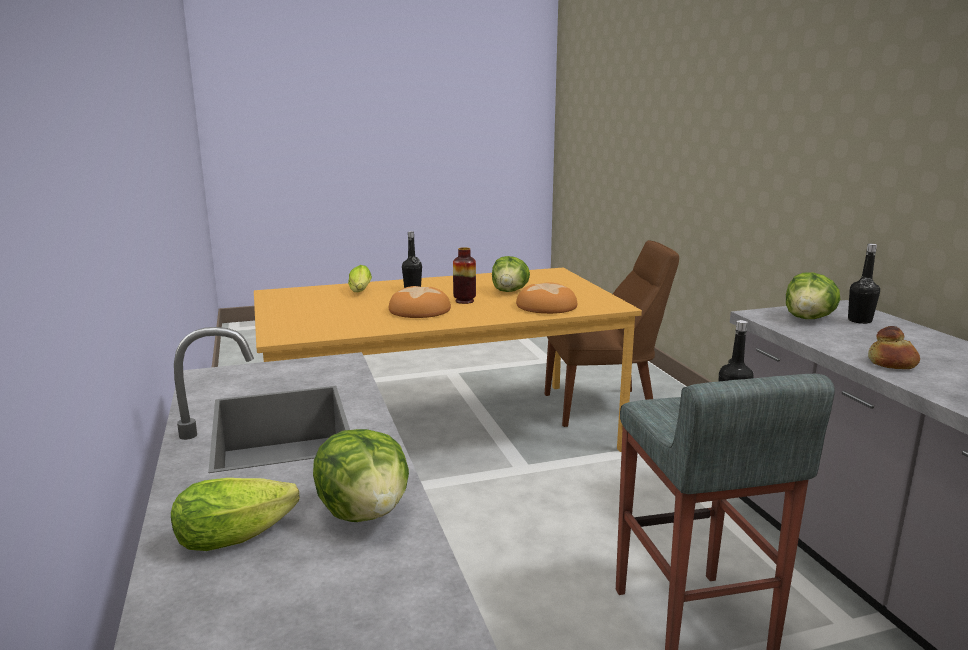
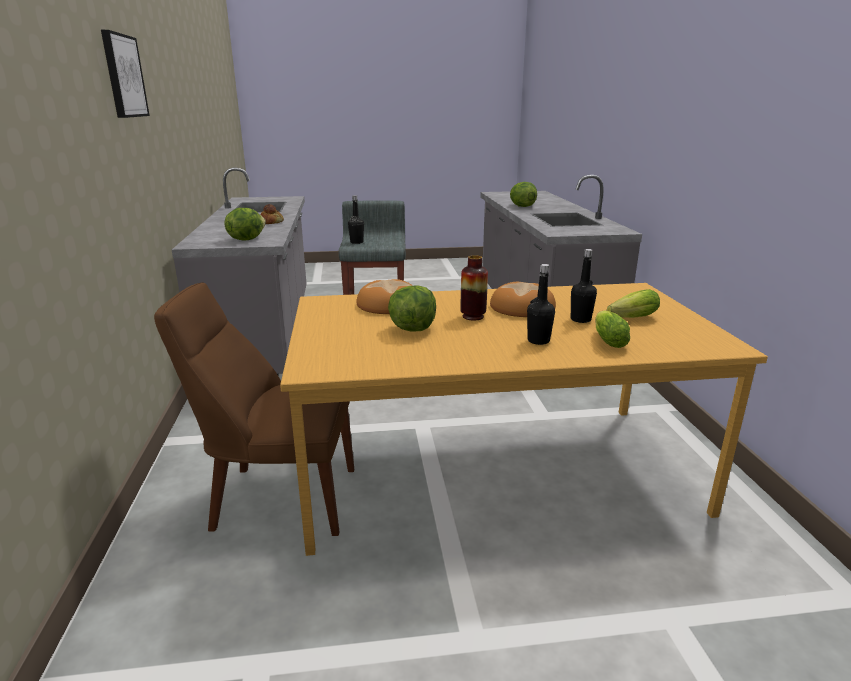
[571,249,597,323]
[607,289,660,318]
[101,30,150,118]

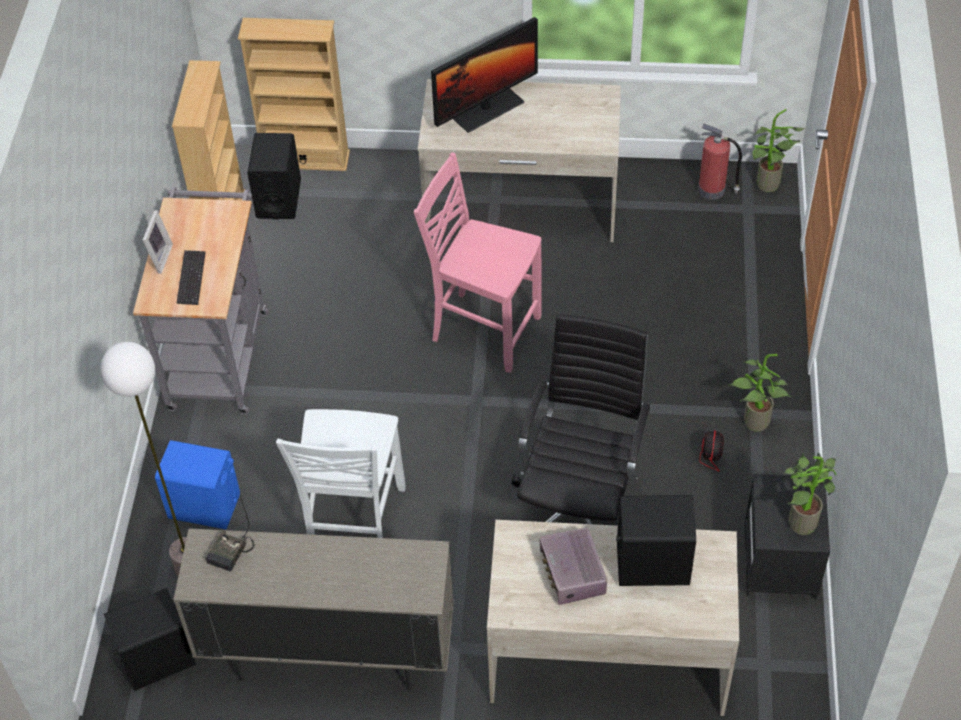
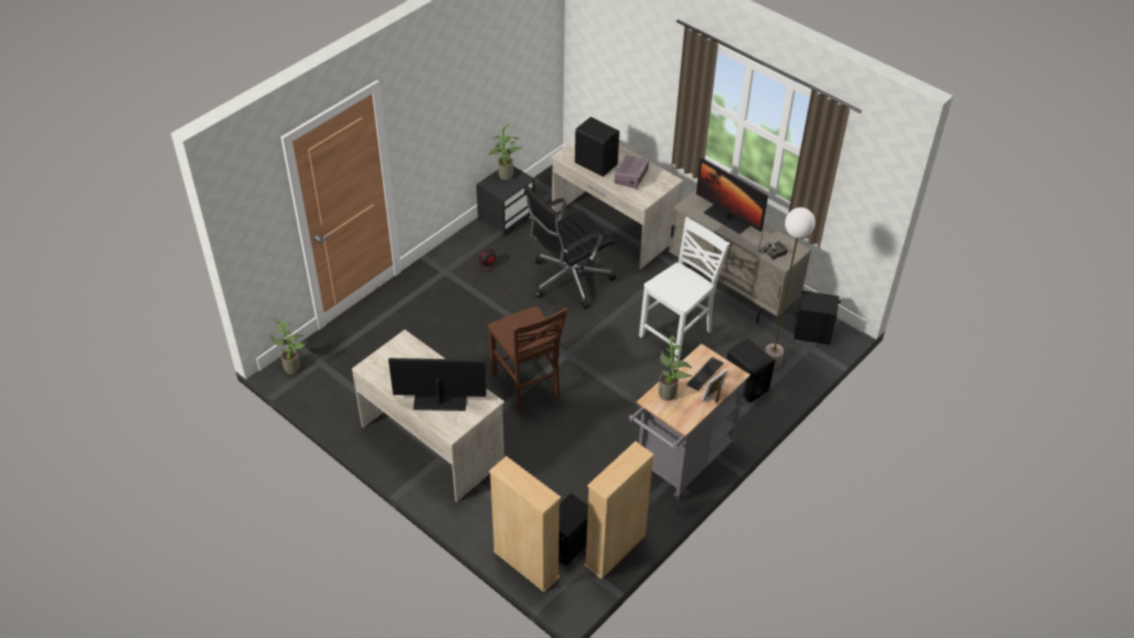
[698,124,742,200] (first image)
[488,306,568,413]
[658,334,692,401]
[727,338,775,403]
[696,158,768,234]

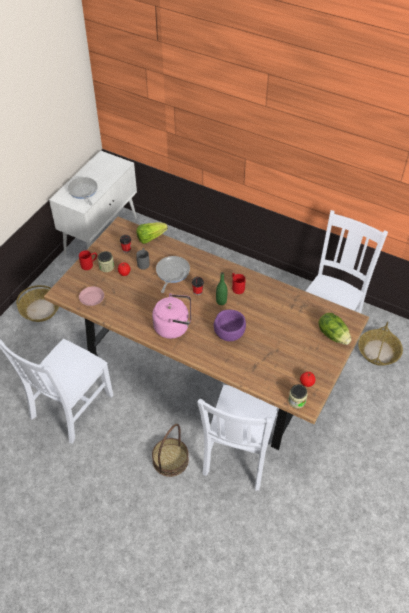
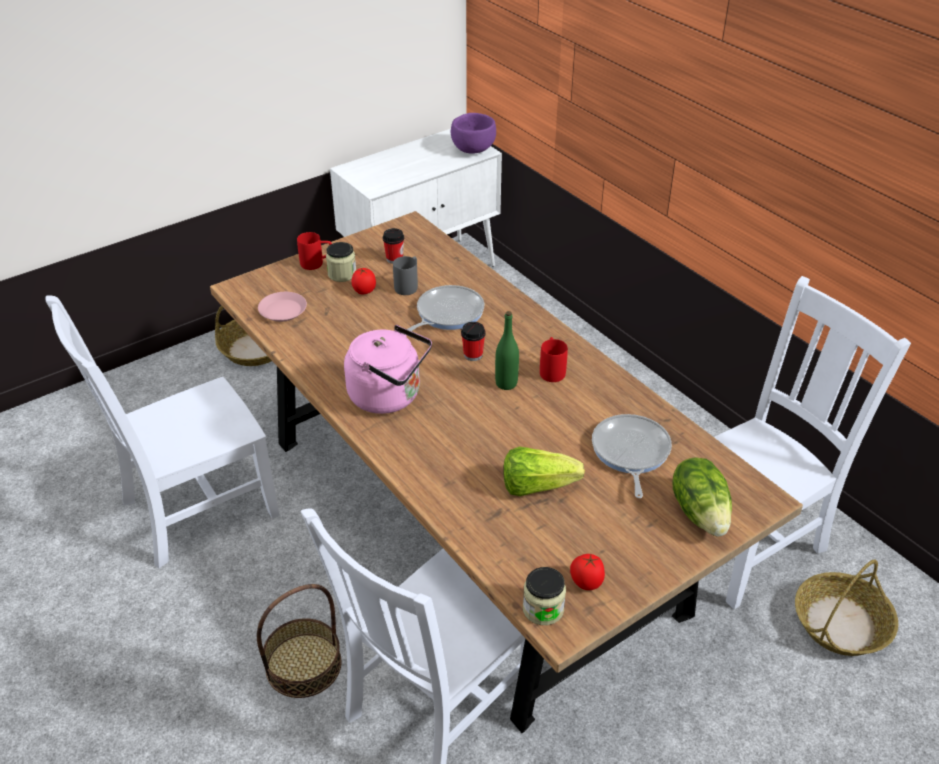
[592,414,672,498]
[503,446,585,496]
[451,113,496,154]

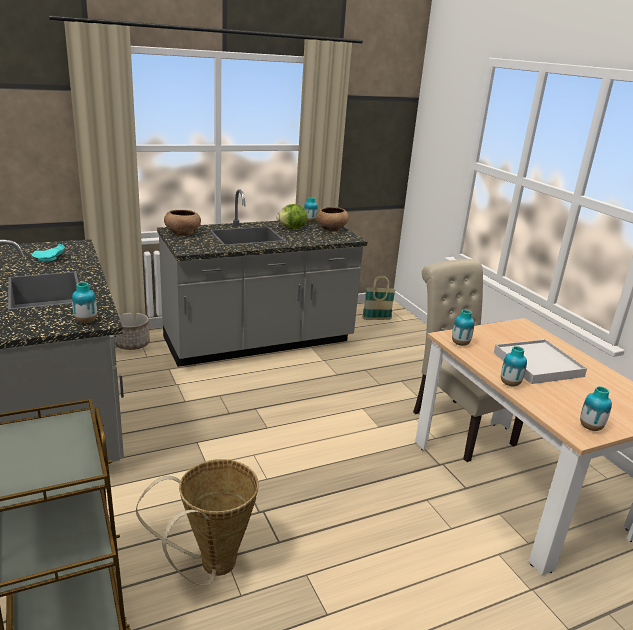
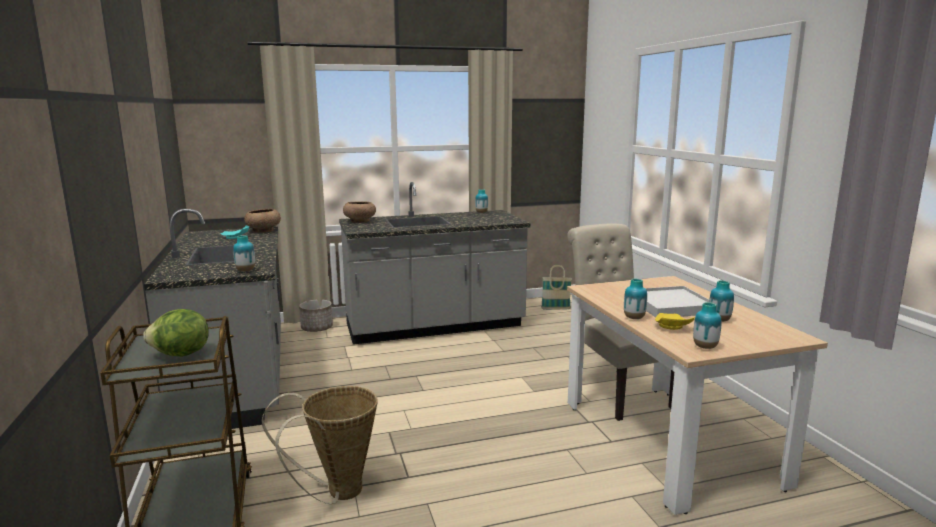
[143,309,209,357]
[244,209,281,233]
[709,280,734,322]
[655,313,695,330]

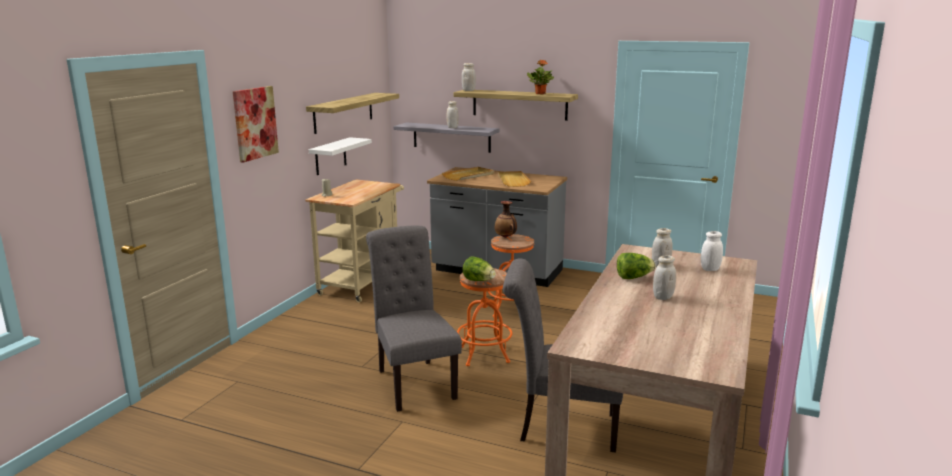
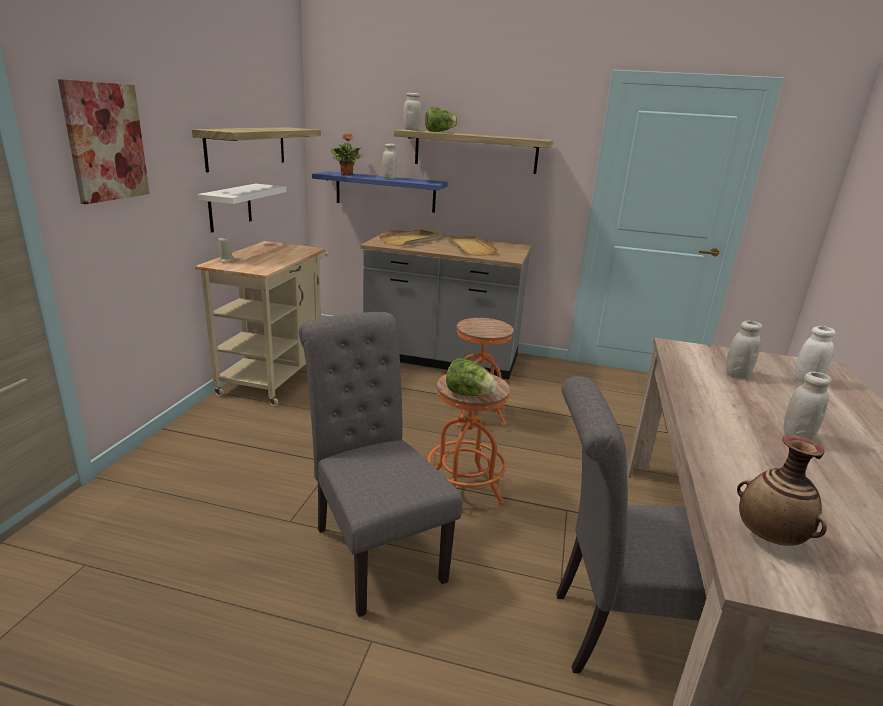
[331,133,363,175]
[312,171,448,213]
[737,435,827,546]
[425,107,457,132]

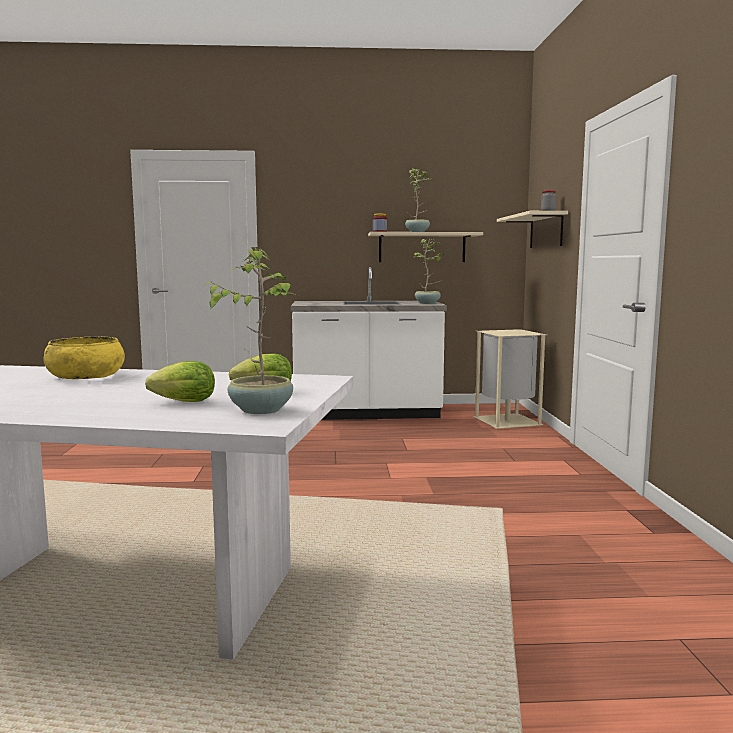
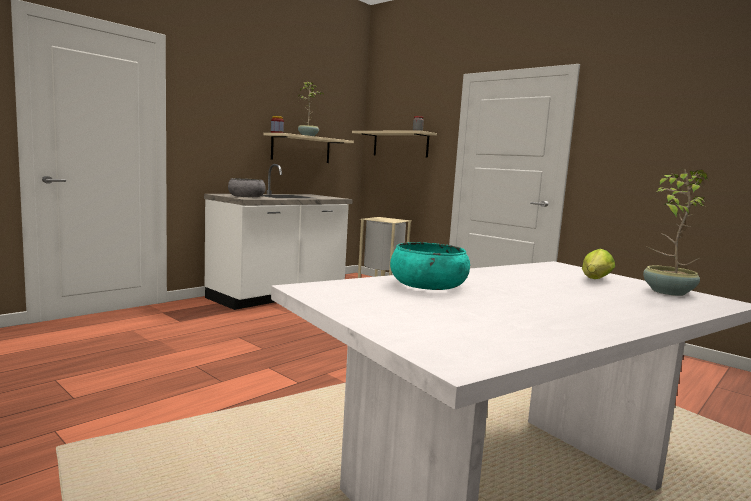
[413,239,443,304] (first image)
[390,242,470,290]
[145,361,215,402] (first image)
[228,178,266,197]

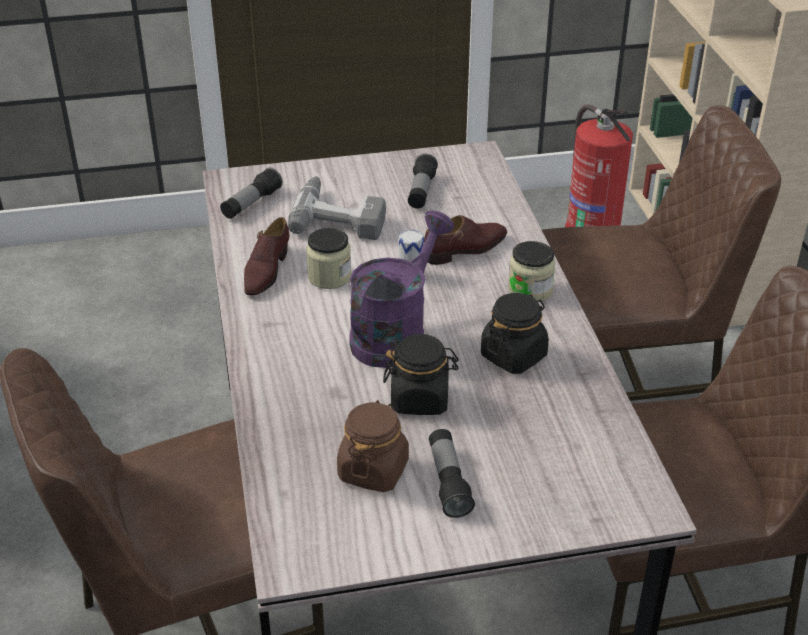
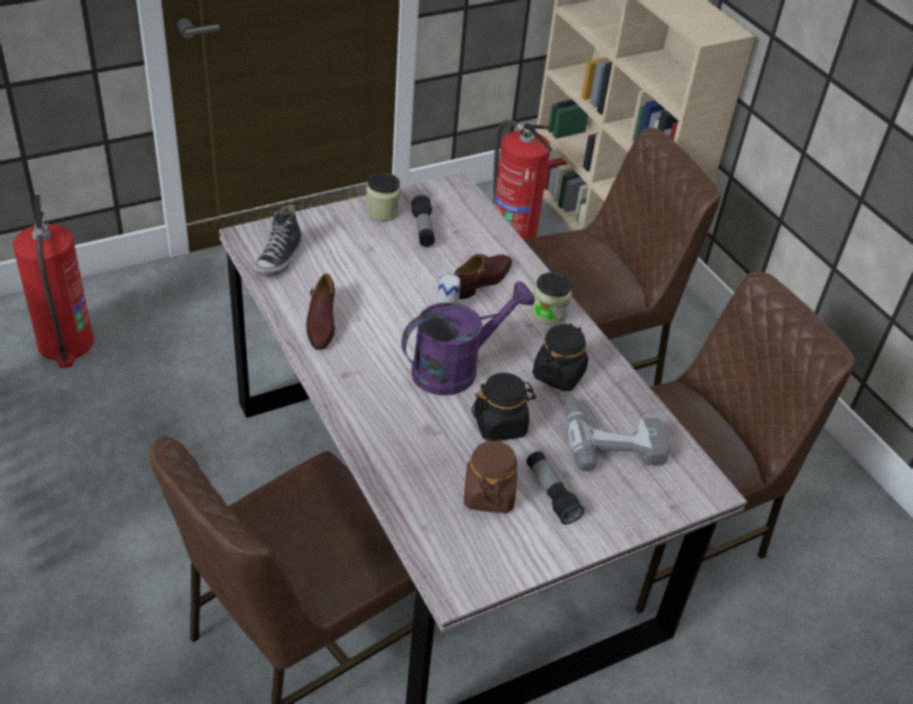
[254,204,302,277]
[565,395,669,472]
[401,281,535,395]
[366,173,401,221]
[13,195,94,368]

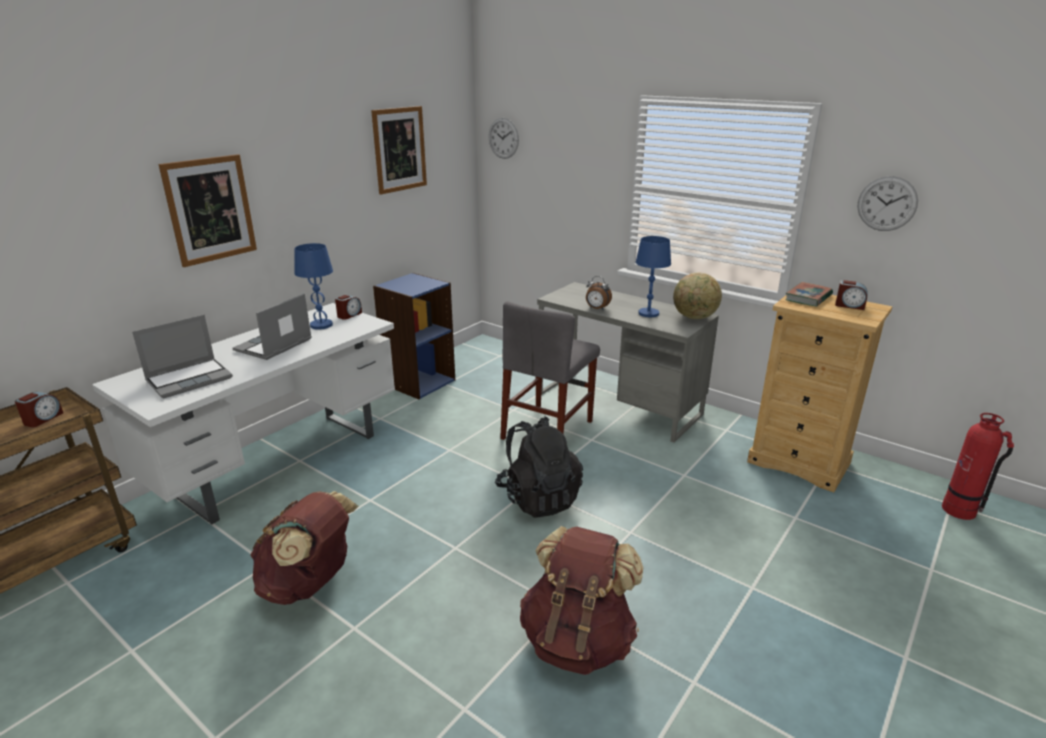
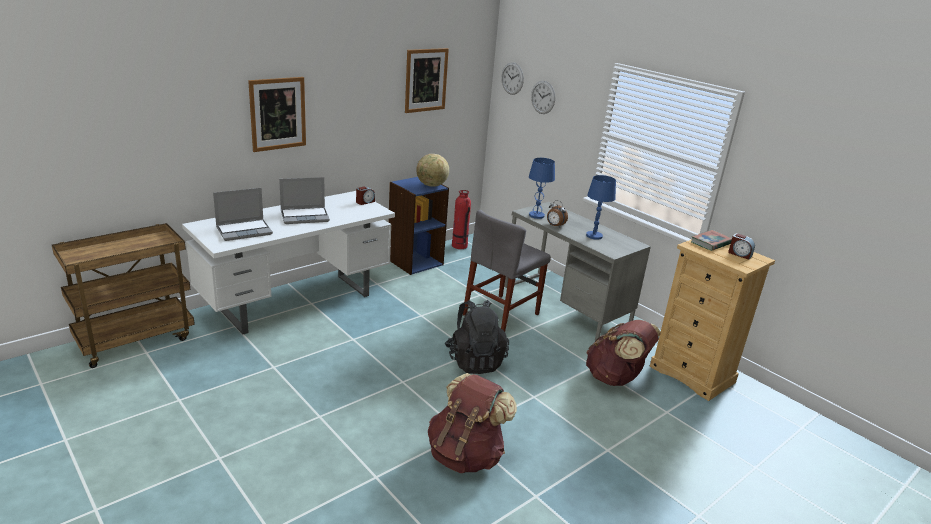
[531,81,555,114]
[529,158,555,219]
[416,154,449,187]
[279,177,330,224]
[15,392,63,427] (first image)
[452,190,471,249]
[586,320,661,386]

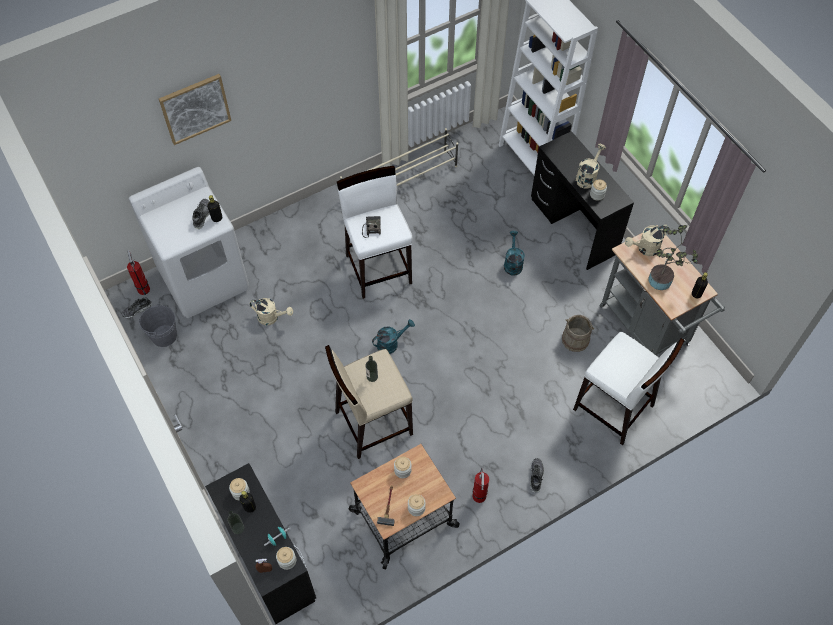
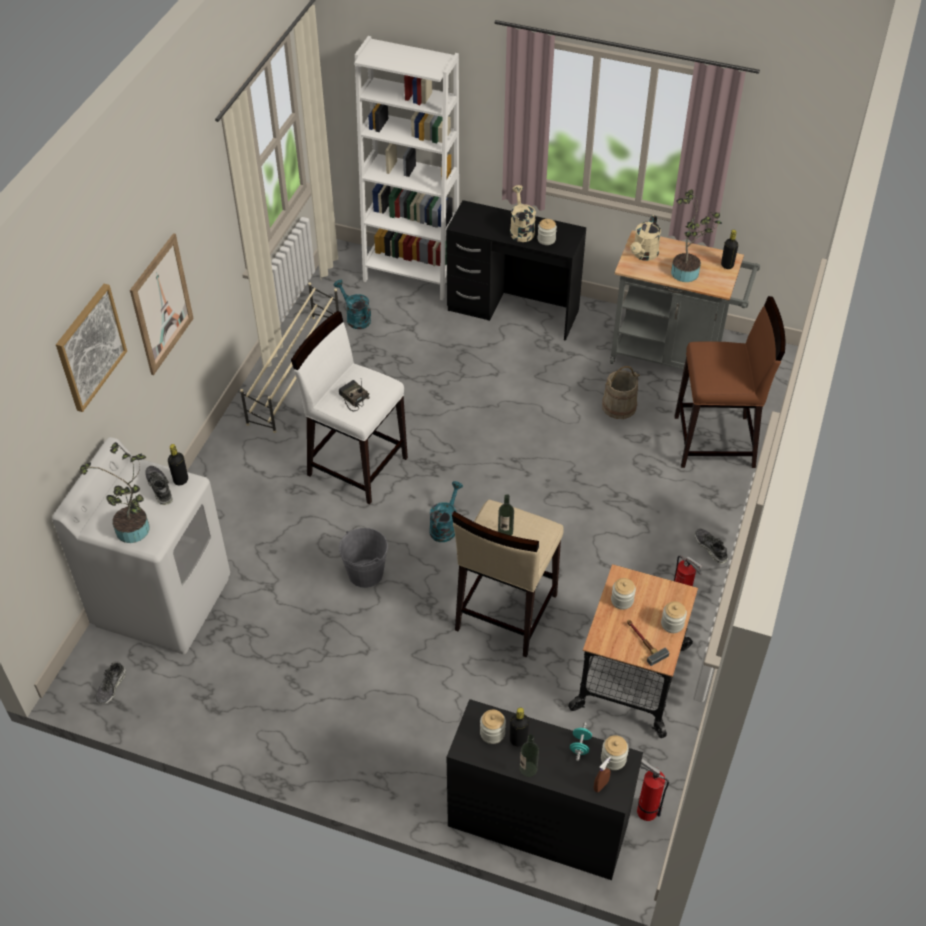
[334,280,371,329]
[637,759,669,821]
[250,298,293,325] (first image)
[339,528,388,588]
[674,296,786,468]
[130,233,194,375]
[80,442,150,543]

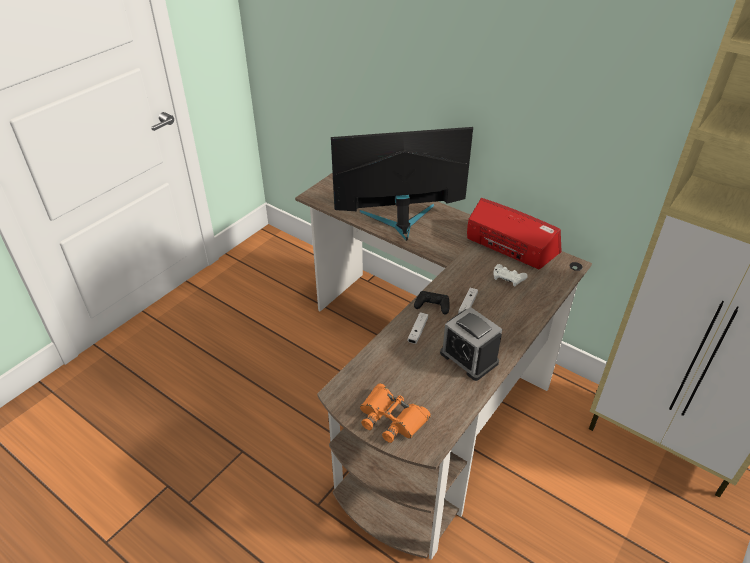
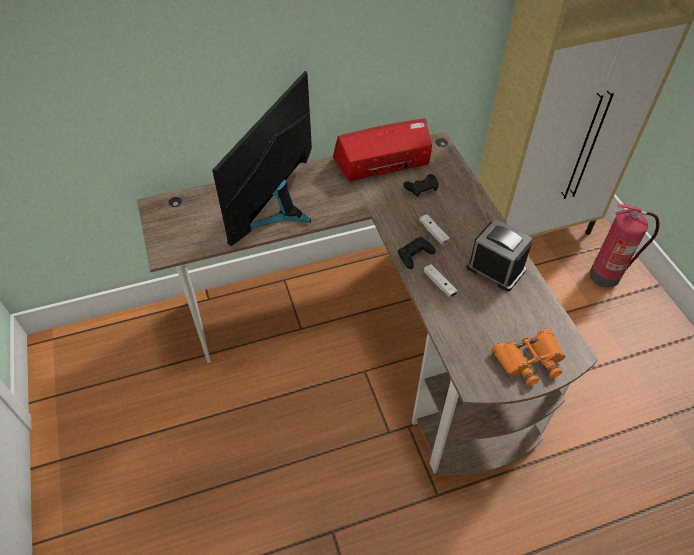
[403,174,439,197]
[467,219,533,291]
[590,204,659,288]

